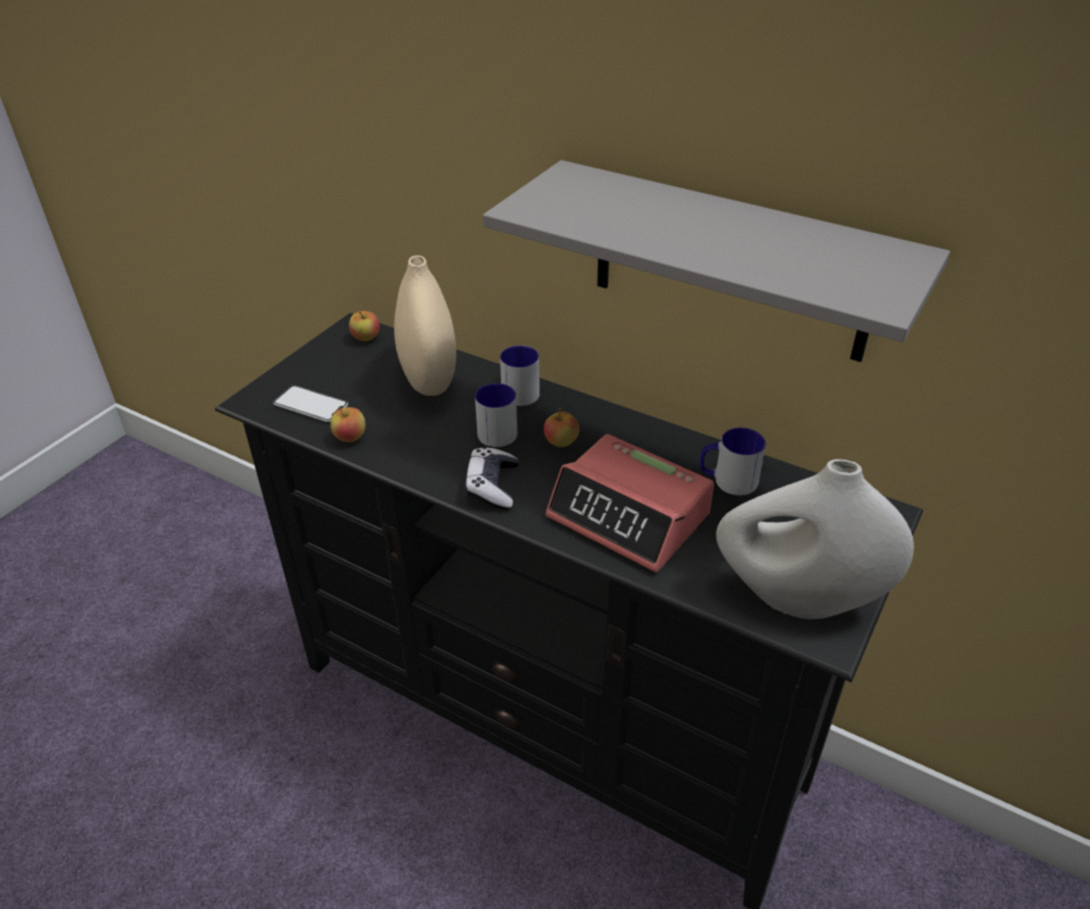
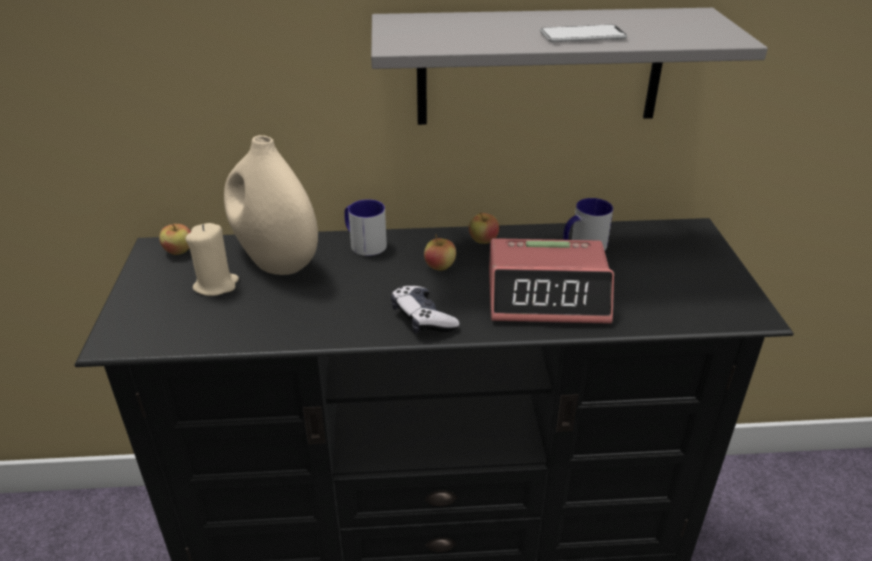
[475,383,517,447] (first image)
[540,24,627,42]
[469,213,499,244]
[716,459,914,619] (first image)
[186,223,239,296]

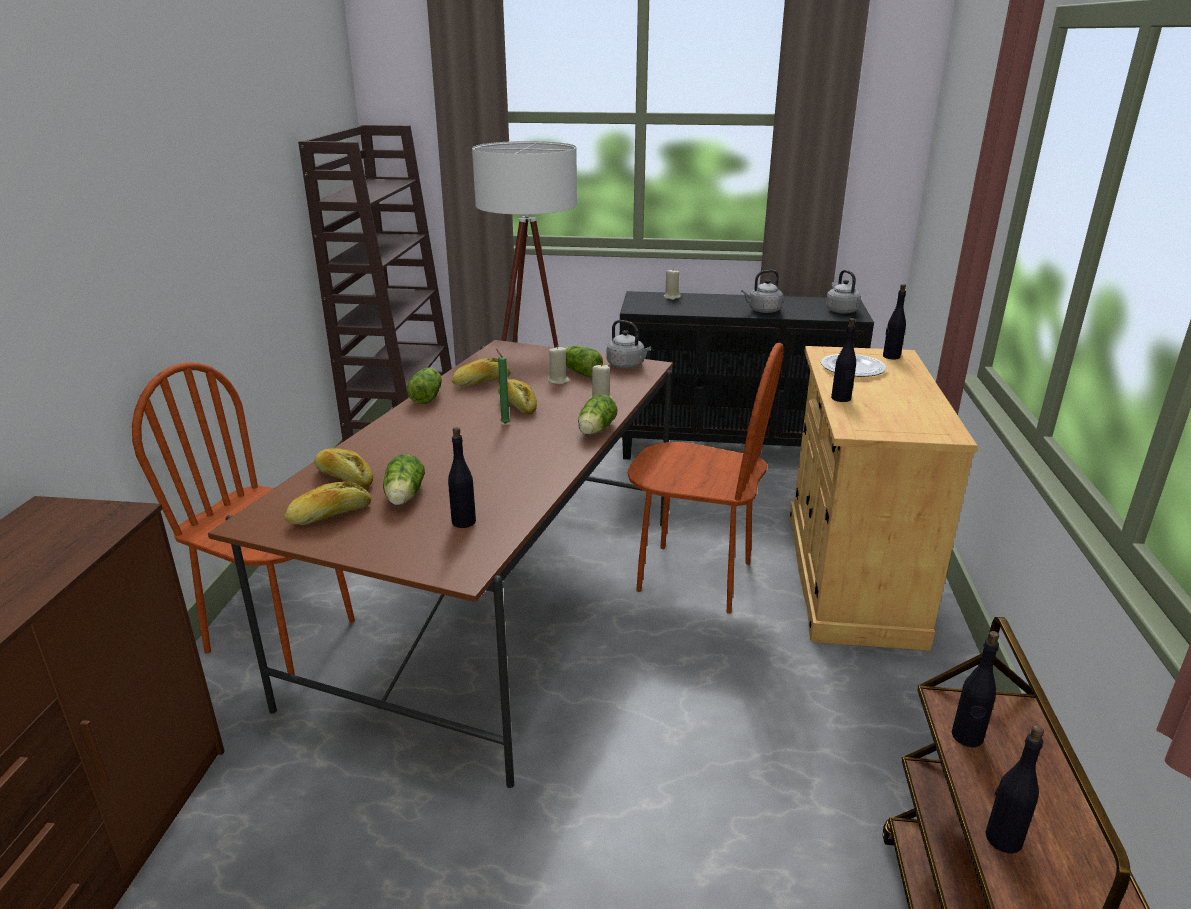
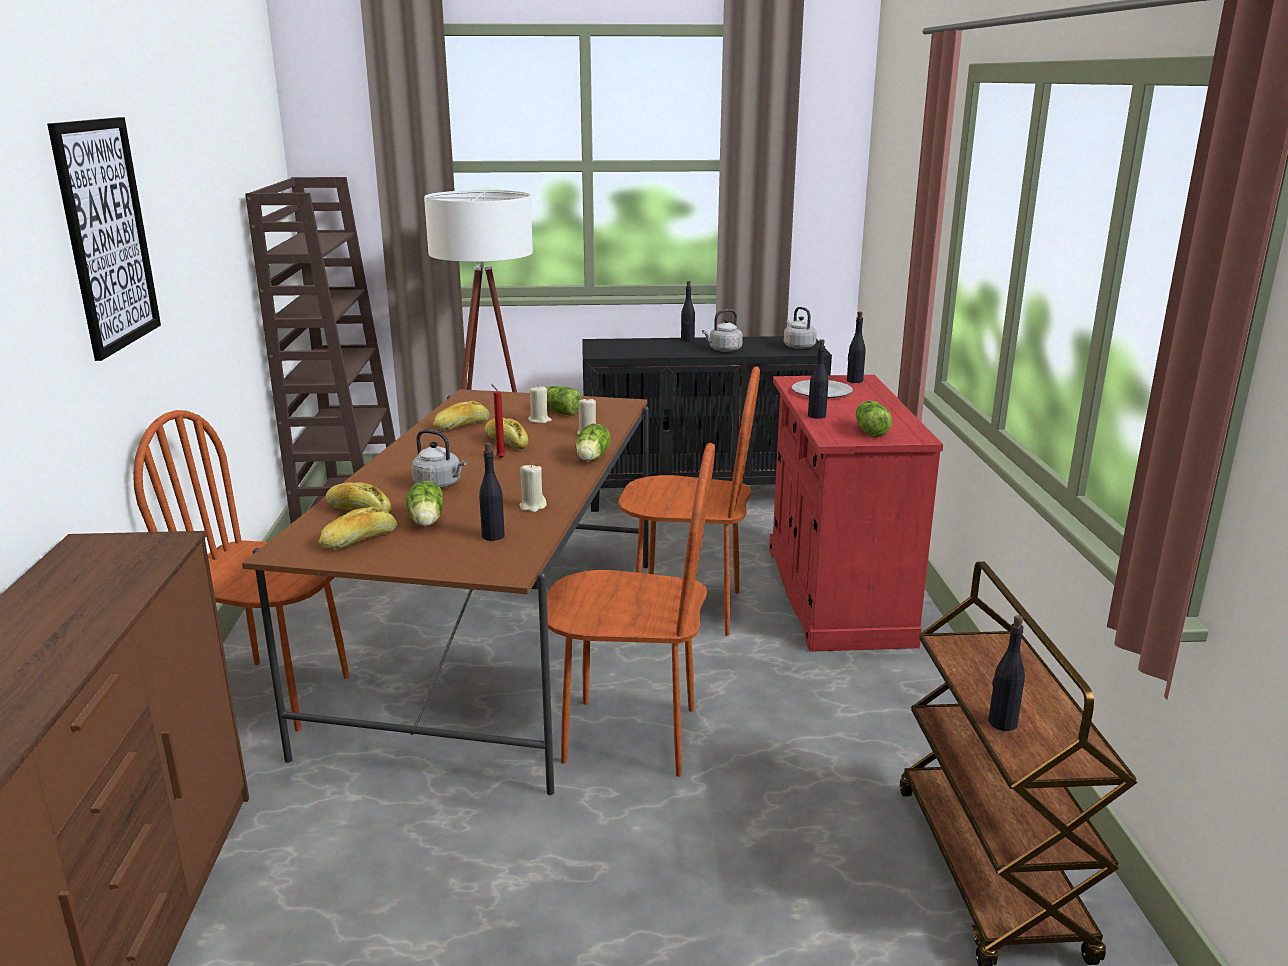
[519,464,547,512]
[411,429,466,489]
[769,375,943,651]
[491,383,505,458]
[856,400,892,437]
[681,281,695,342]
[47,117,161,361]
[547,443,715,777]

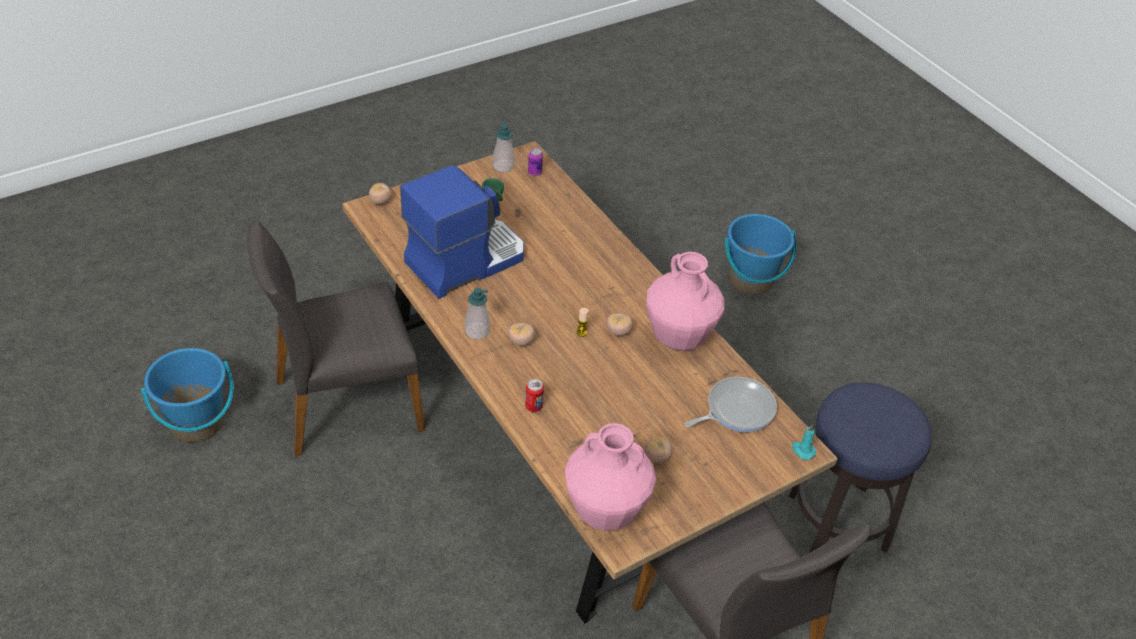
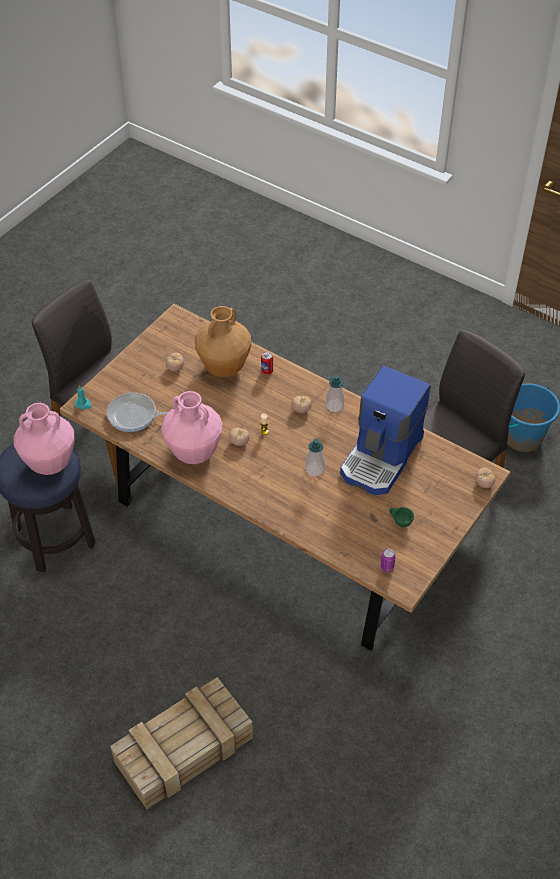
[305,439,325,476]
[110,677,253,809]
[107,393,169,432]
[14,403,74,475]
[195,306,251,377]

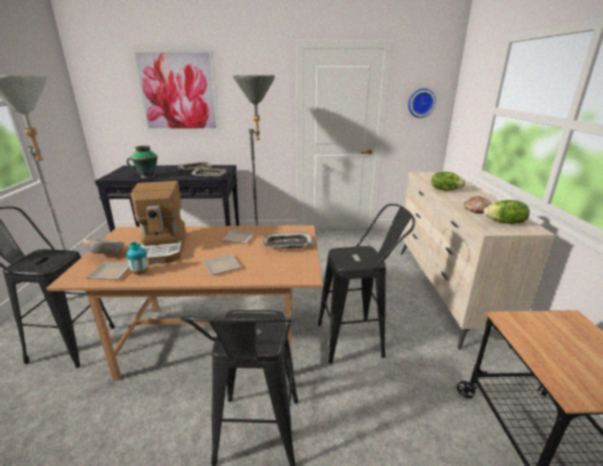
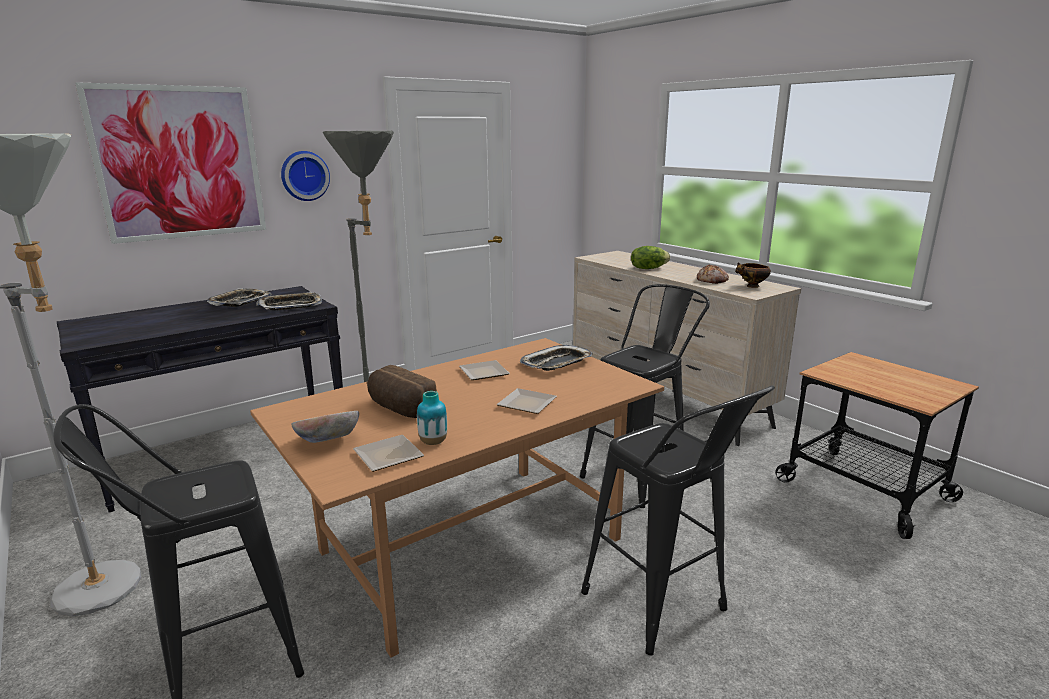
[281,151,330,201]
[126,146,157,178] (first image)
[367,365,437,418]
[735,262,771,288]

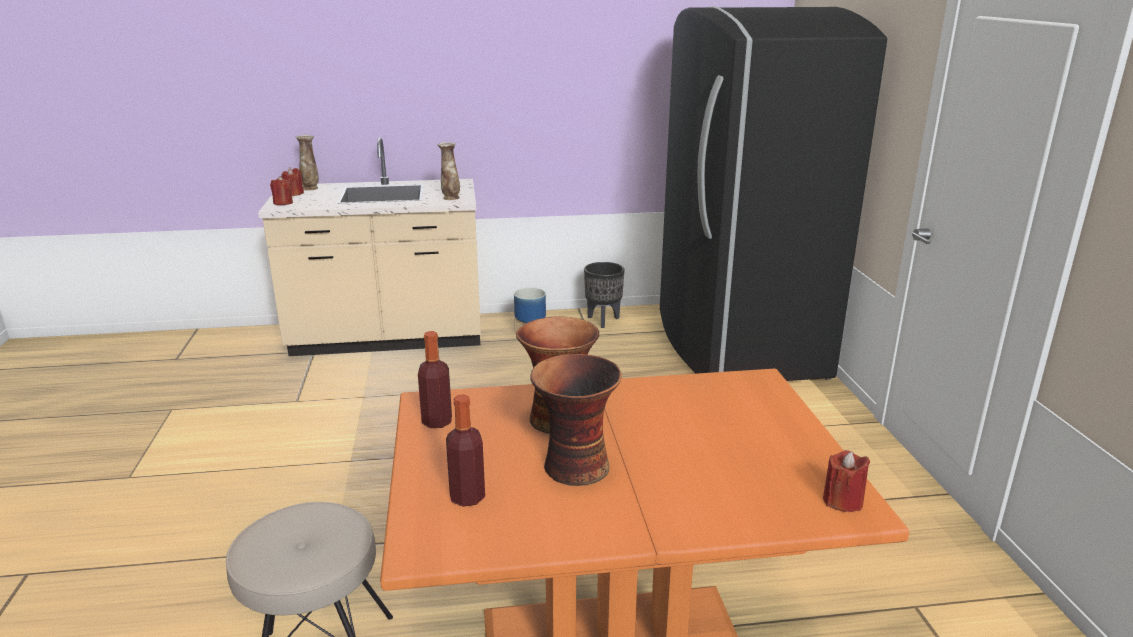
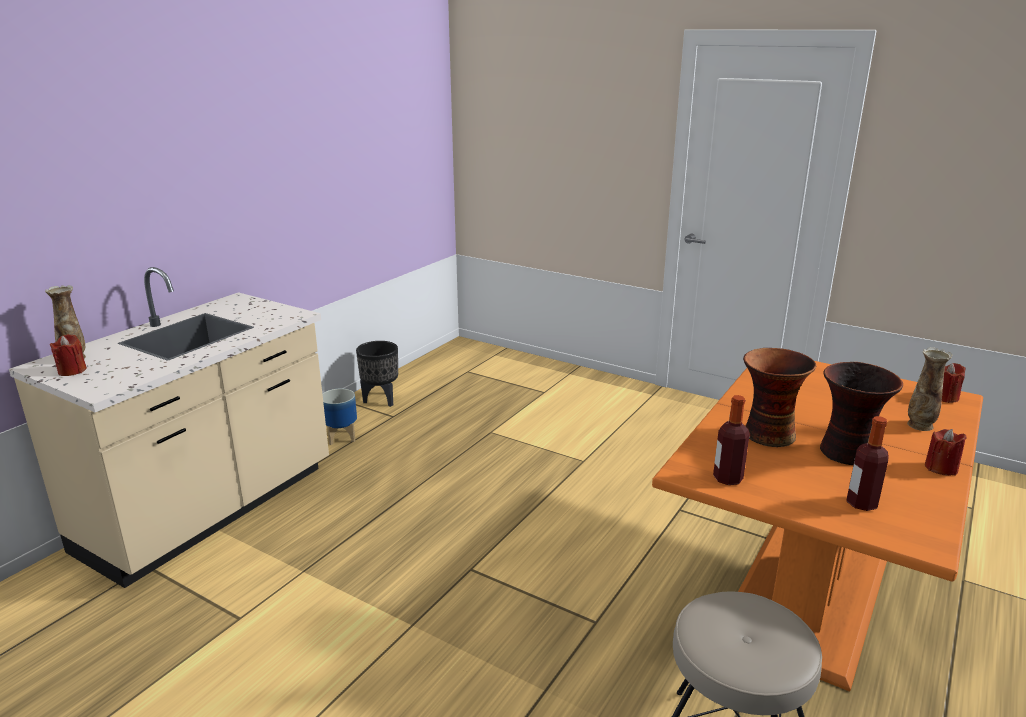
[660,7,887,381] (first image)
[907,347,952,431]
[925,429,966,476]

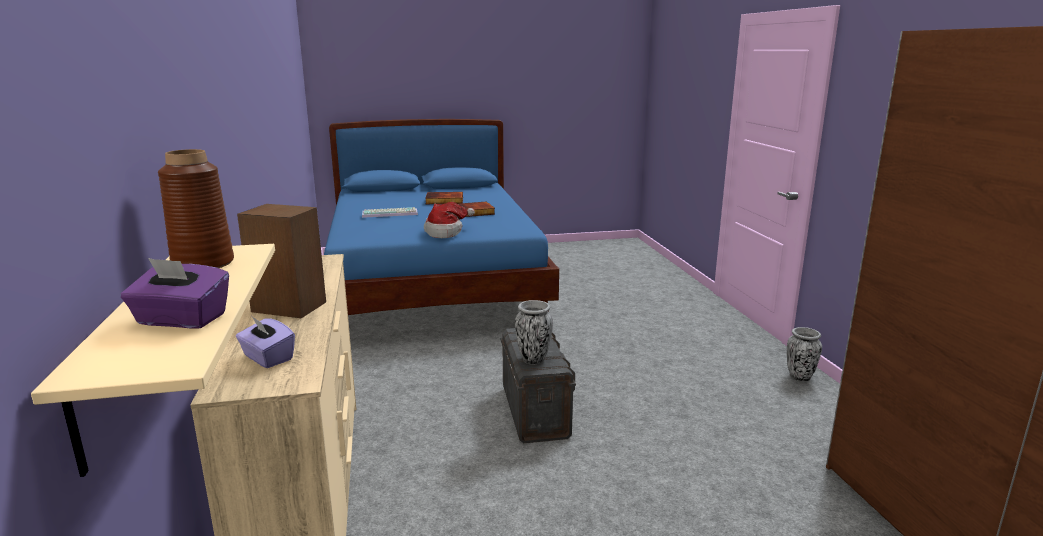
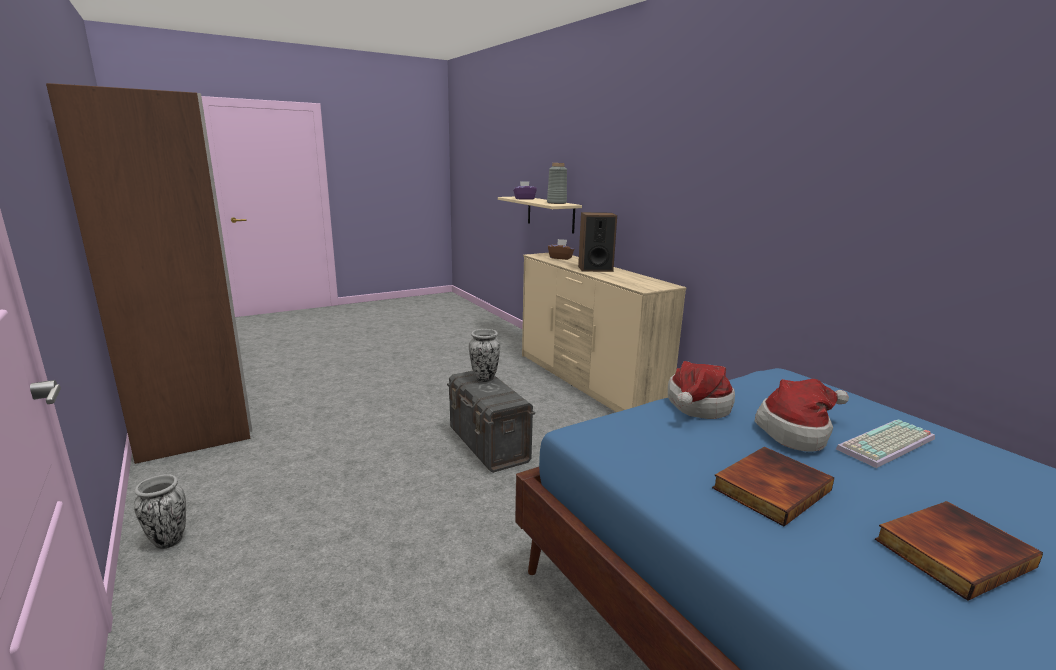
[547,163,567,204]
[548,239,574,260]
[755,379,849,452]

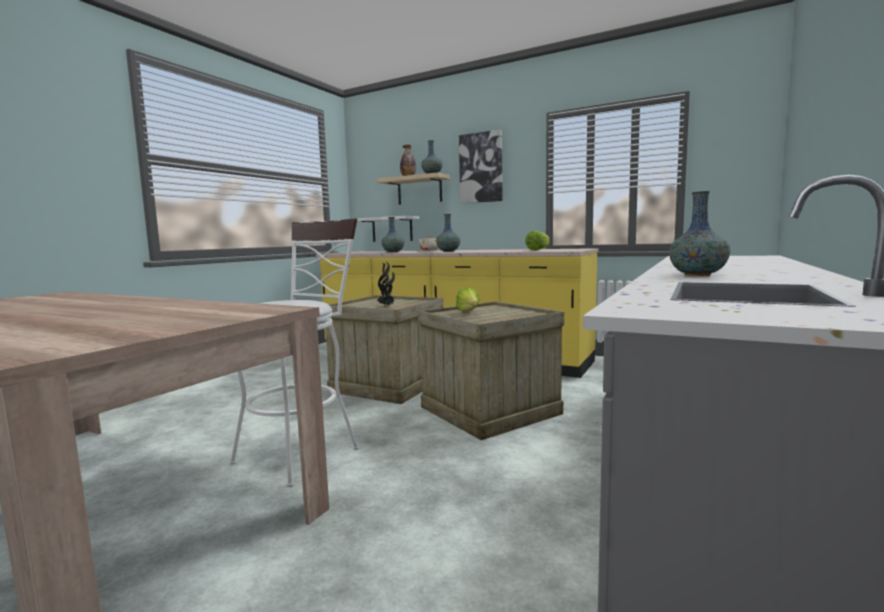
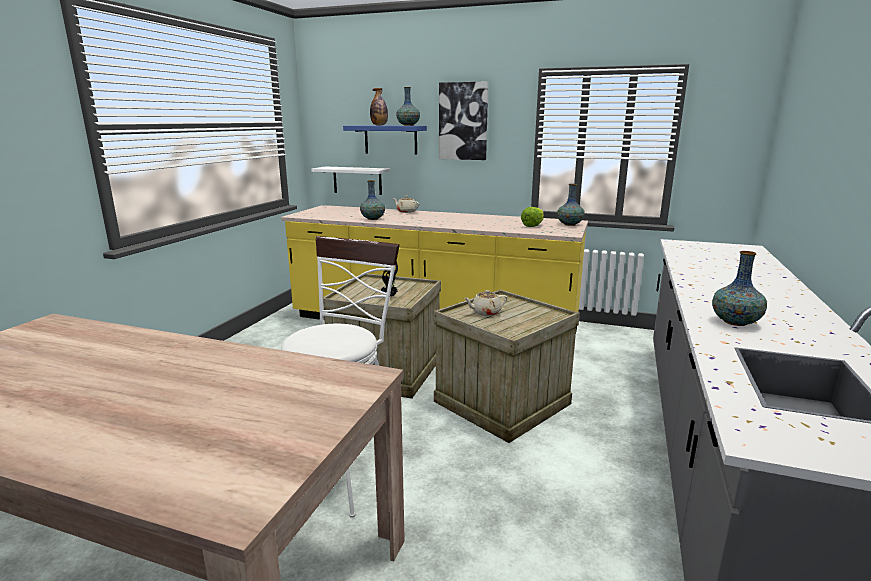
[343,125,427,155]
[557,184,584,226]
[464,290,507,316]

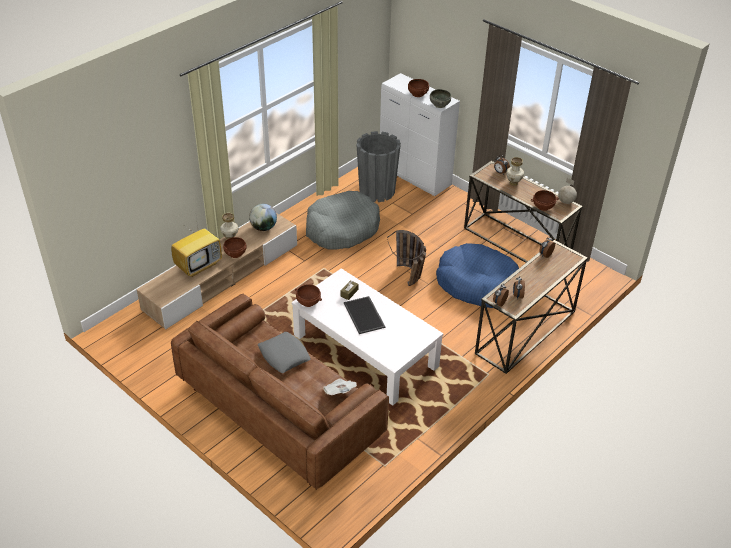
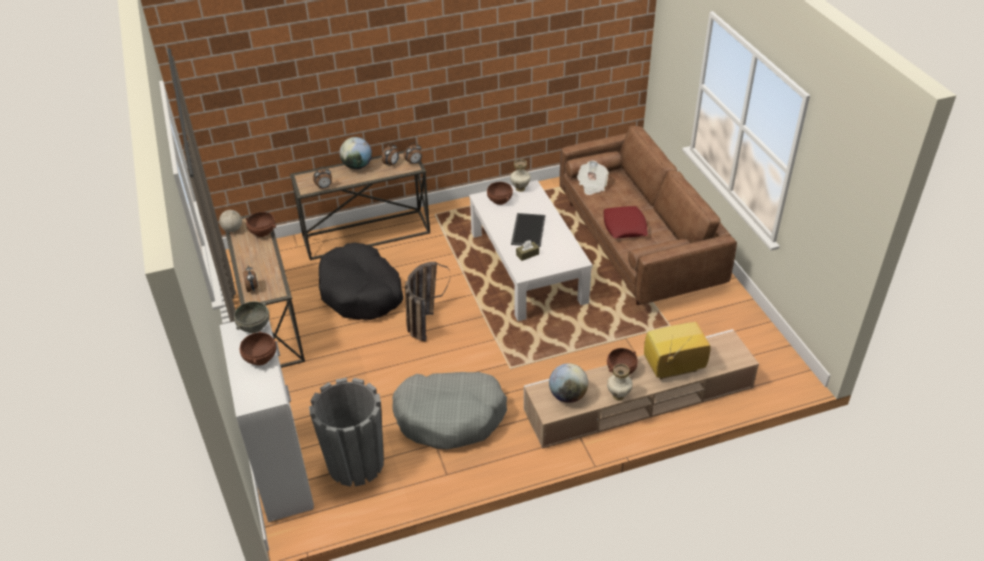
[510,159,530,192]
[319,243,403,320]
[487,182,513,205]
[603,206,648,238]
[339,137,372,169]

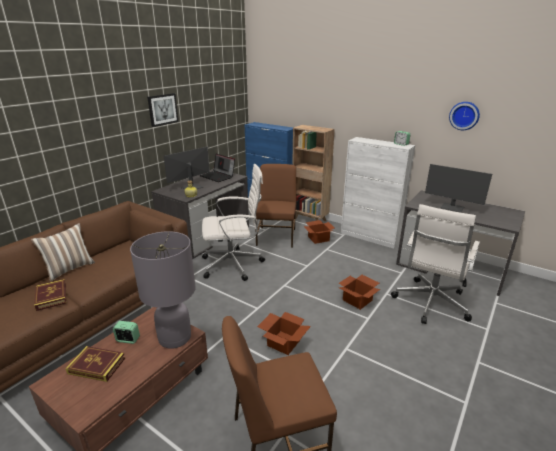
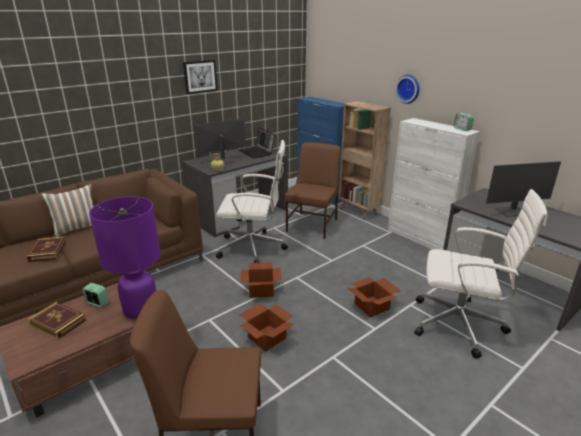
[395,75,420,104]
[486,161,561,217]
[414,189,548,359]
[240,262,282,298]
[89,196,161,319]

